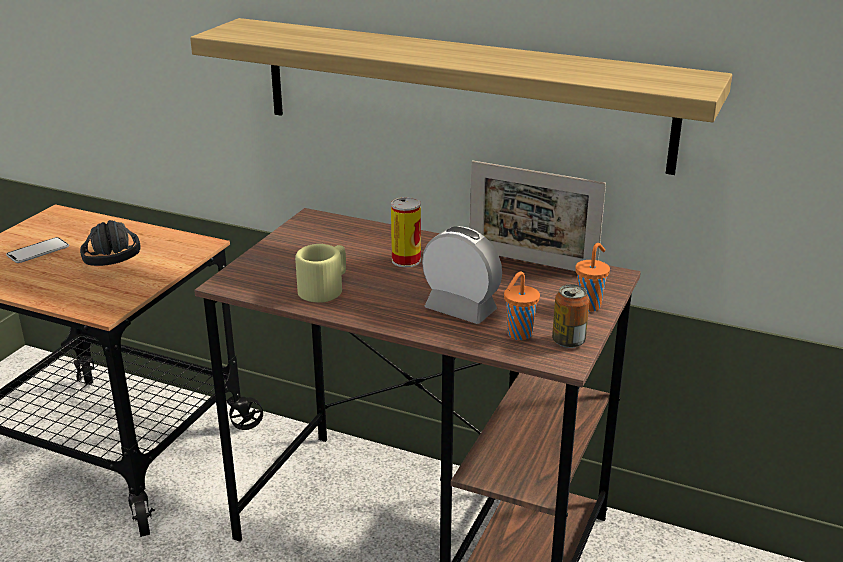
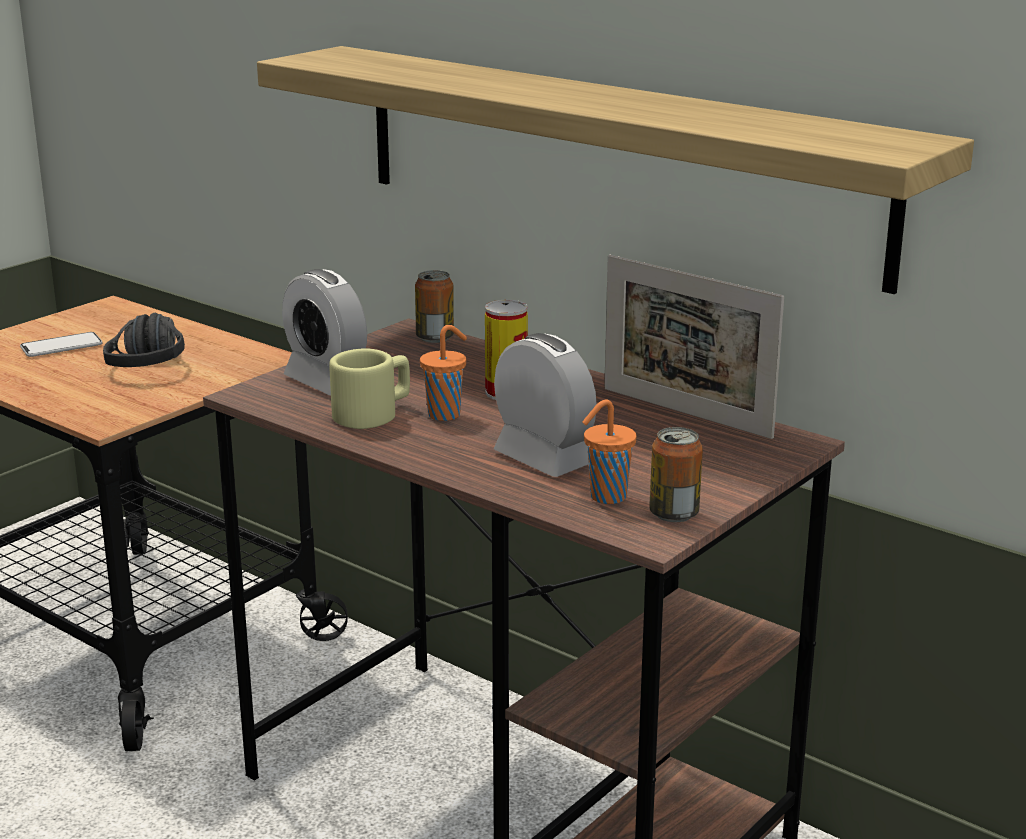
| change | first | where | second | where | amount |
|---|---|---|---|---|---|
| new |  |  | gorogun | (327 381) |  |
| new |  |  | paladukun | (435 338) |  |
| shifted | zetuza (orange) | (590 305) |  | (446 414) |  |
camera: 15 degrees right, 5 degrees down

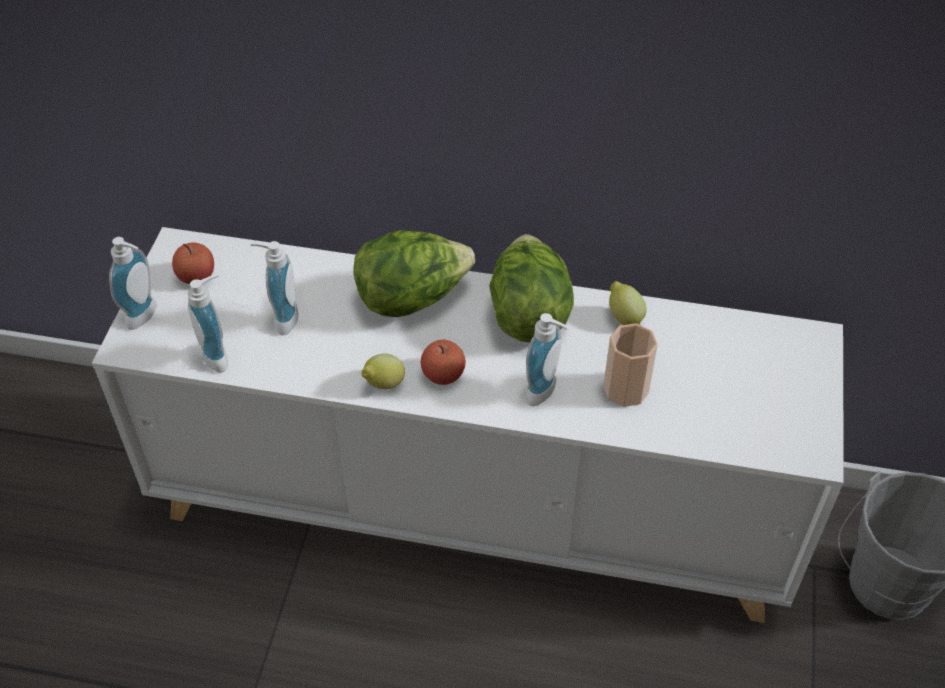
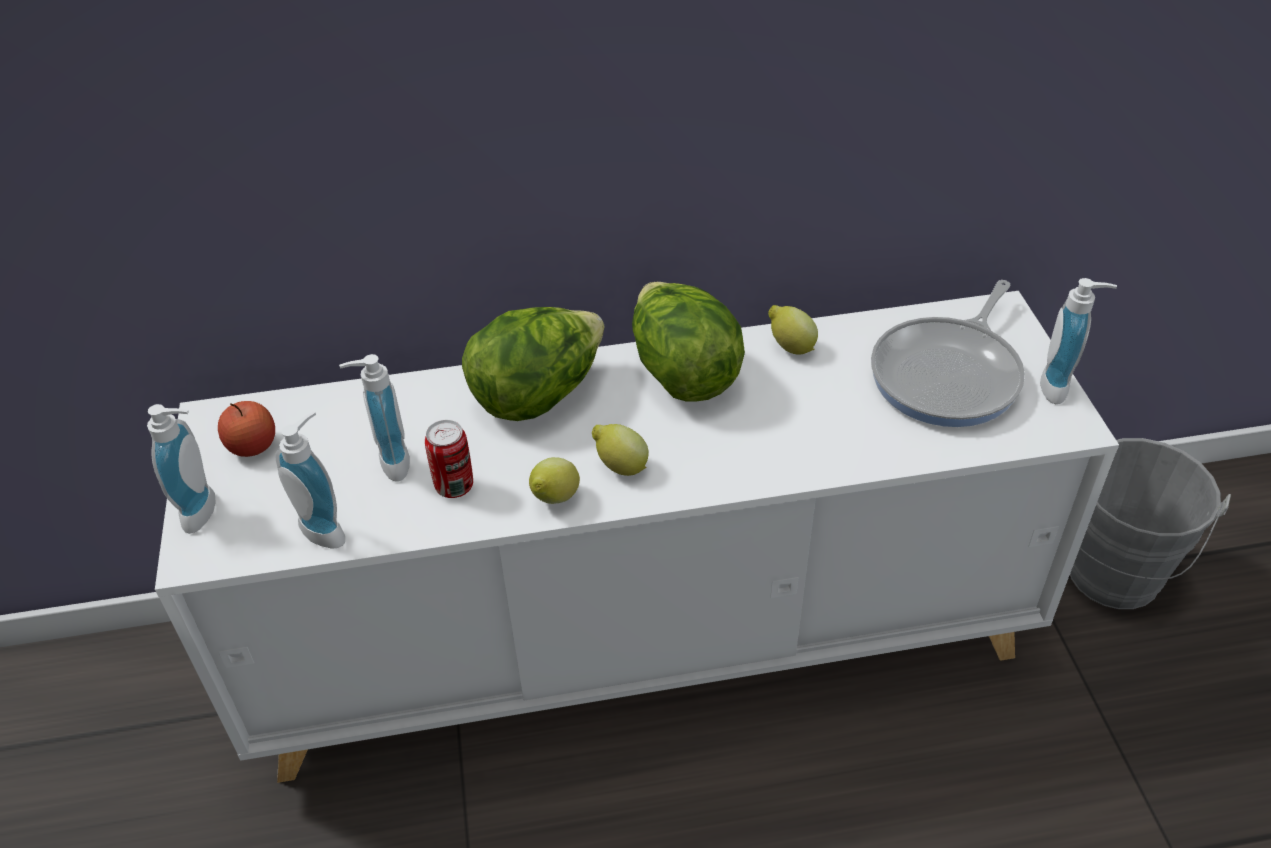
| change | first | where | second | where | amount |
|---|---|---|---|---|---|
| gone | zetuza | (626 389) |  |  |  |
| new |  |  | paladukun | (454 486) |  |
| new |  |  | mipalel | (949 375) |  |
| shifted | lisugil | (545 393) |  | (1060 387) |  |
| swapped | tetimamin | (443 374) | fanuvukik | (620 466) |  |
camera: 20 degrees left, 5 degrees down

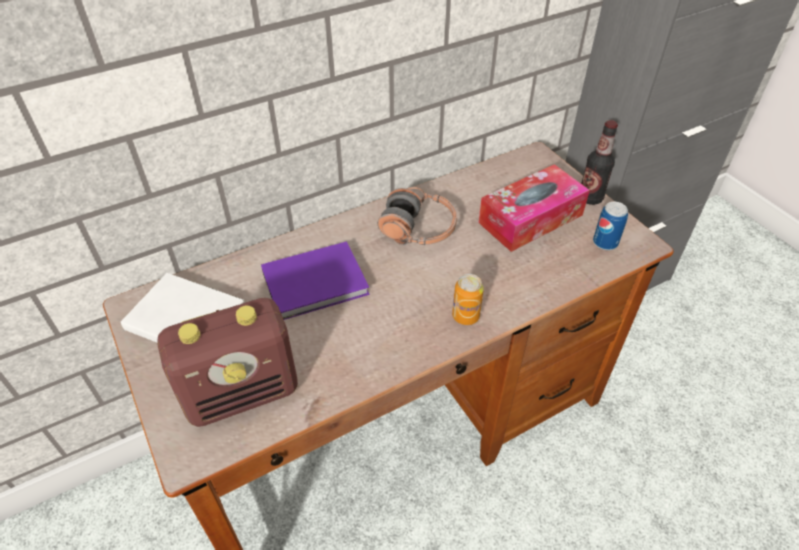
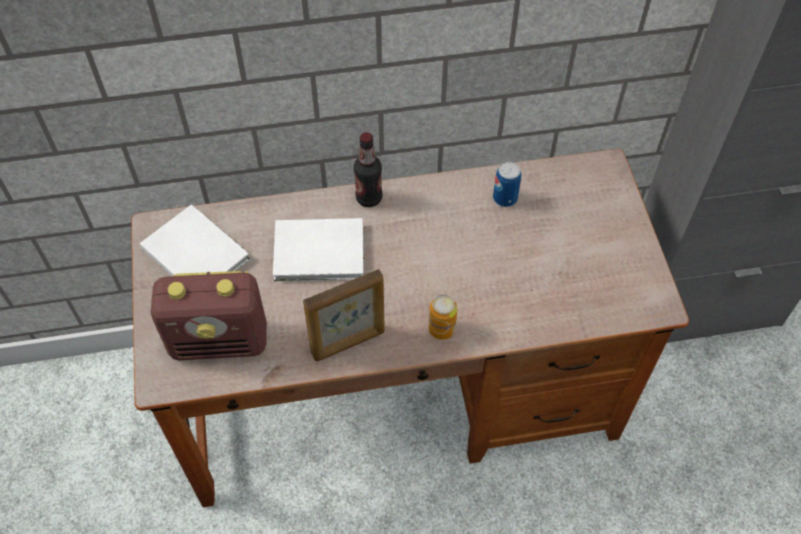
| change | first | where | second | where | amount |
|---|---|---|---|---|---|
| gone | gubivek | (418 229) |  |  |  |
| gone | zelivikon | (530 219) |  |  |  |
| new |  |  | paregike | (349 343) |  |
| shifted | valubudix | (590 198) |  | (369 198) |  |
| shifted | paladukun | (605 243) |  | (505 198) |  |
| repainted | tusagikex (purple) | (318 283) | tusagikex (white) | (321 253) |  |
camera: 20 degrees right, 10 degrees up

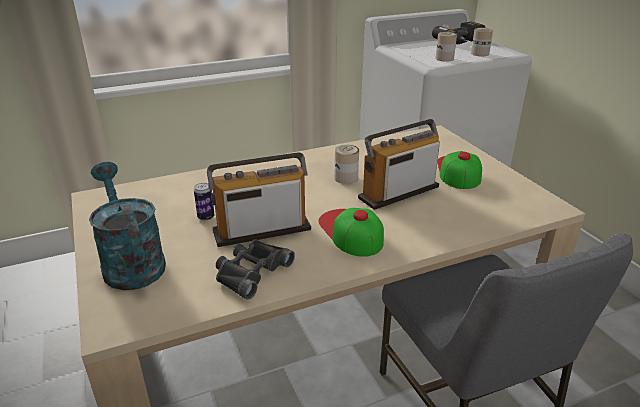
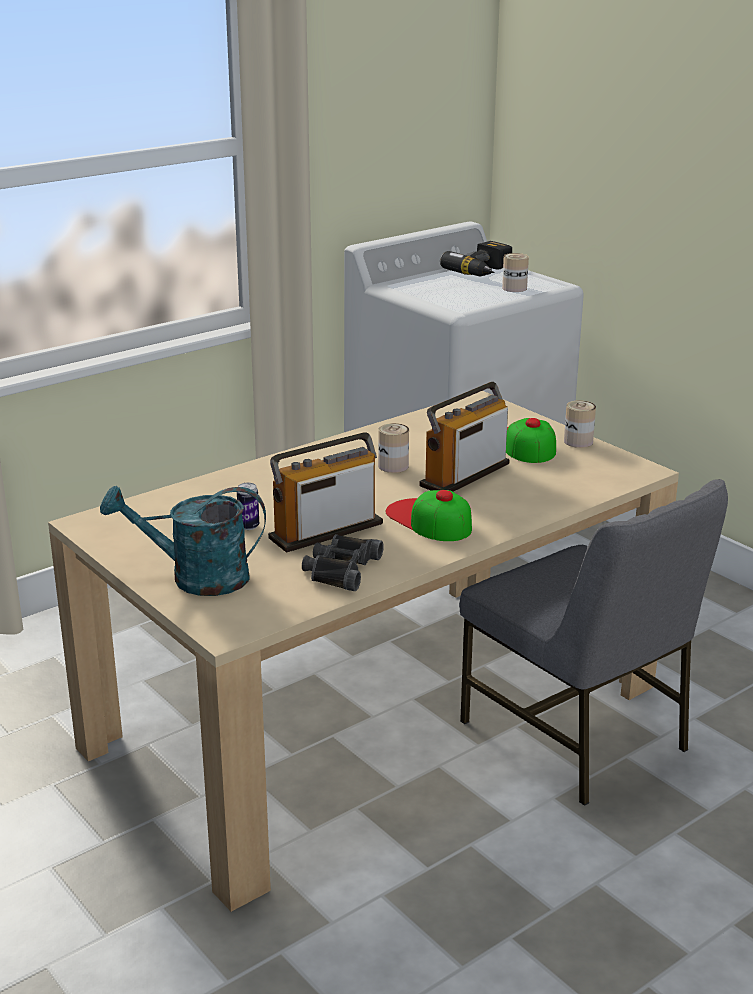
| change | first | where | second | where | amount |
|---|---|---|---|---|---|
| shifted | paladukun | (444 58) |  | (578 441) |  |
| rotated | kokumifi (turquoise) | (130 262) |  | (196 578) | 45 degrees counterclockwise |
camera: 15 degrees left, 5 degrees down

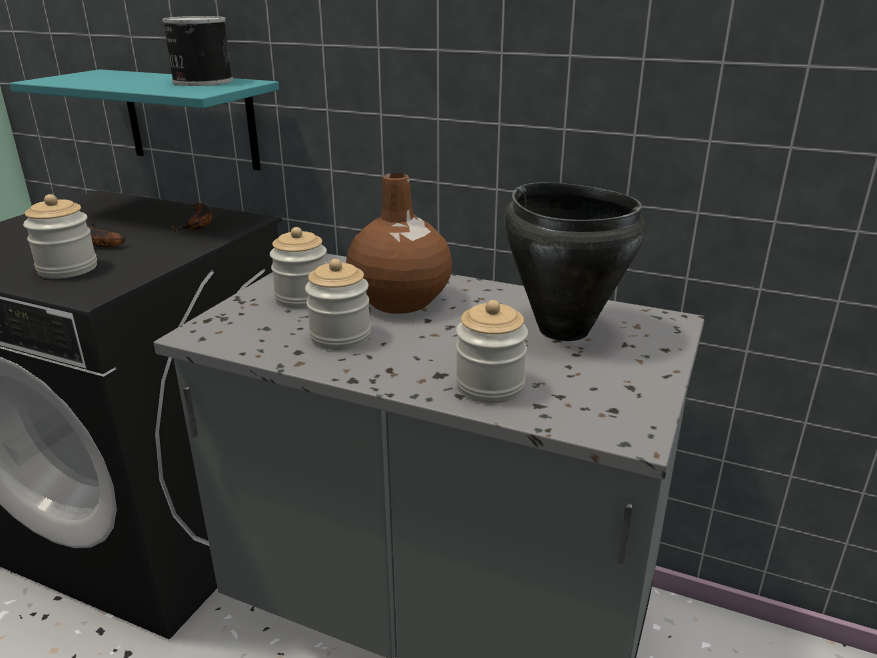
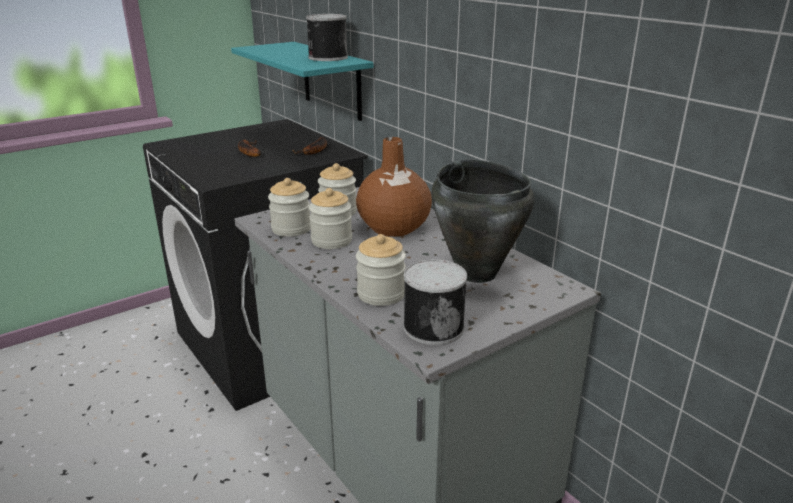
| change | first | where | second | where | amount |
|---|---|---|---|---|---|
| new |  |  | paladukun | (433 326) |  |
| shifted | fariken | (68 269) |  | (291 229) |  |
camera: 30 degrees right, 0 degrees up

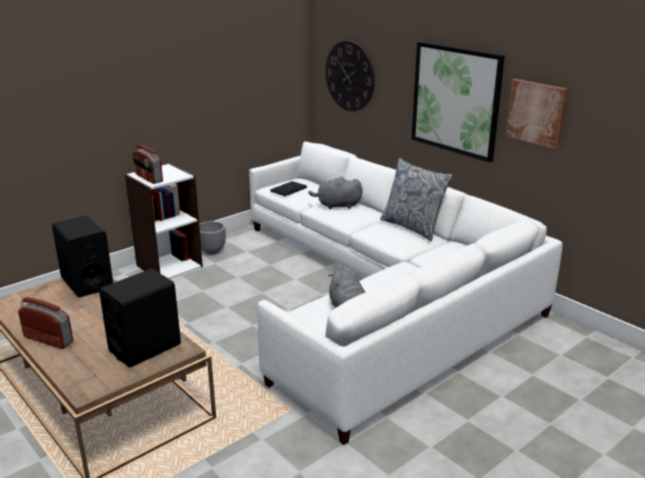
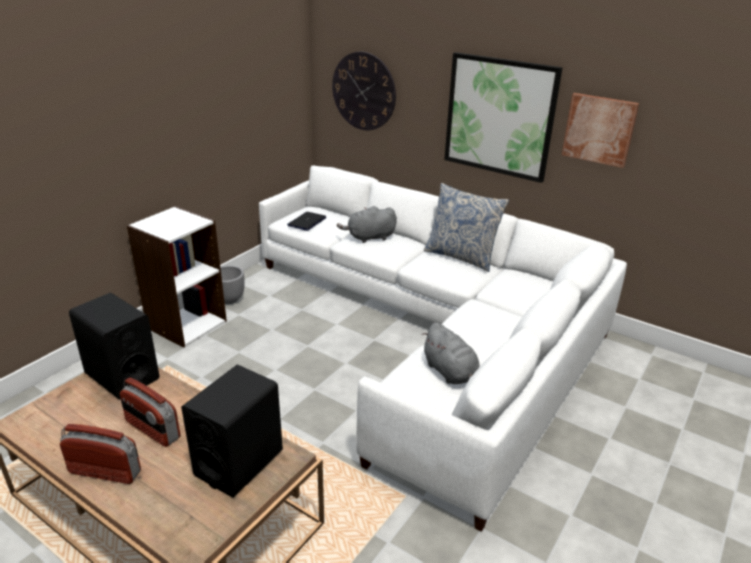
| change | first | where | second | where | amount |
|---|---|---|---|---|---|
| shifted | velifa | (148 178) |  | (152 430) |  |
camera: 15 degrees left, 5 degrees up

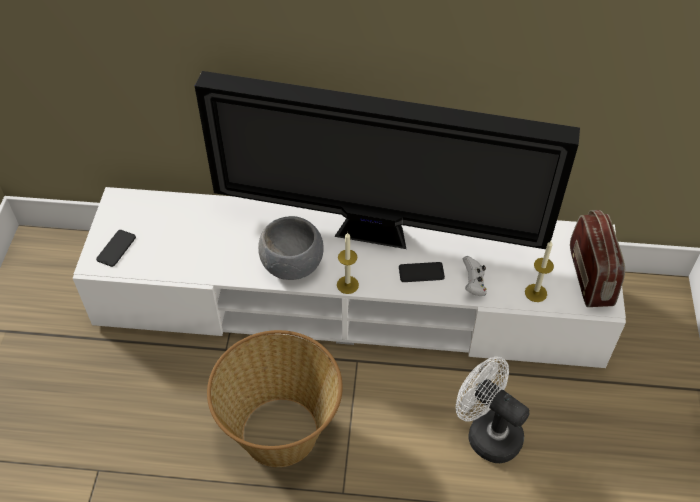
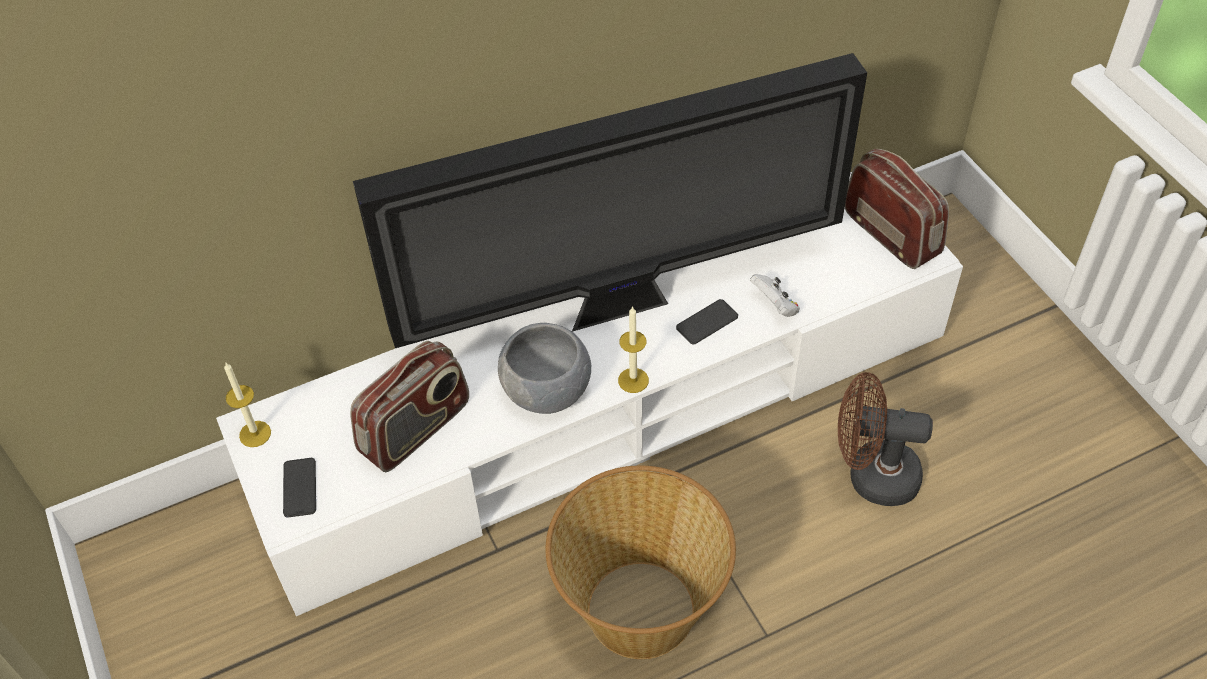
| change | first | where | second | where | amount |
|---|---|---|---|---|---|
| new |  |  | velifa | (416 429) |  |
| shifted | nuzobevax | (535 293) |  | (255 434) |  |
| repainted | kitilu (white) | (487 432) | kitilu (brown) | (871 476) |  |
camera: 30 degrees left, 0 degrees up

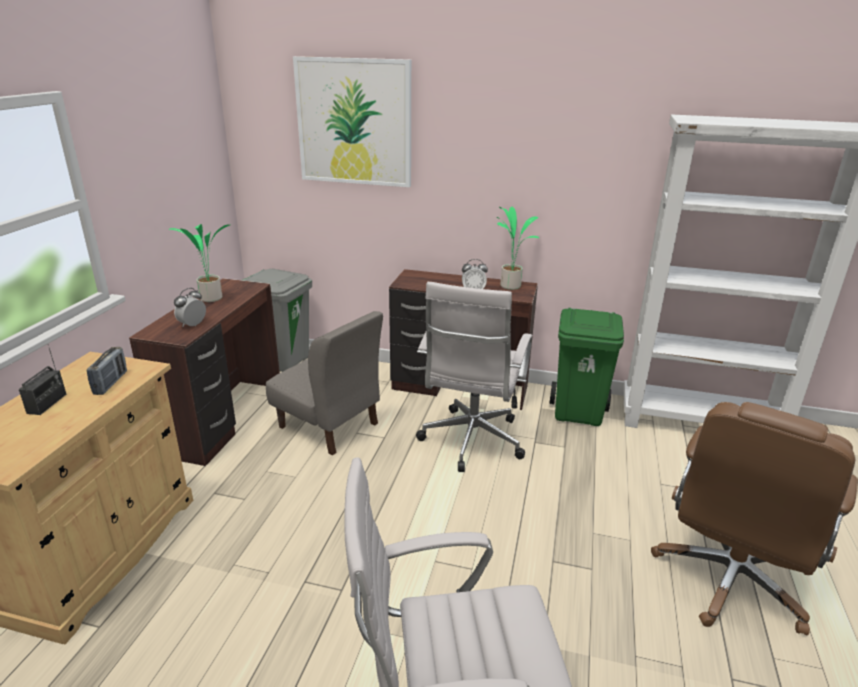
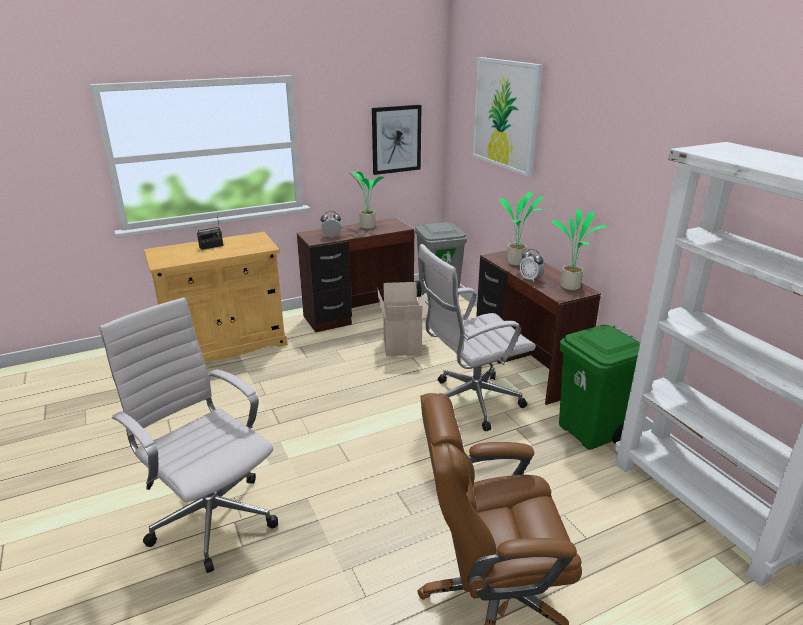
| change | first | where | second | where | amount |
|---|---|---|---|---|---|
| gone | velifa | (111 383) |  |  |  |
| new |  |  | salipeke | (396 139) |  |
| new |  |  | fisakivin | (517 262) |  |
| swapped | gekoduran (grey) | (329 425) | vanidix | (403 345) |  |
camera: 50 degrees right, 0 degrees up

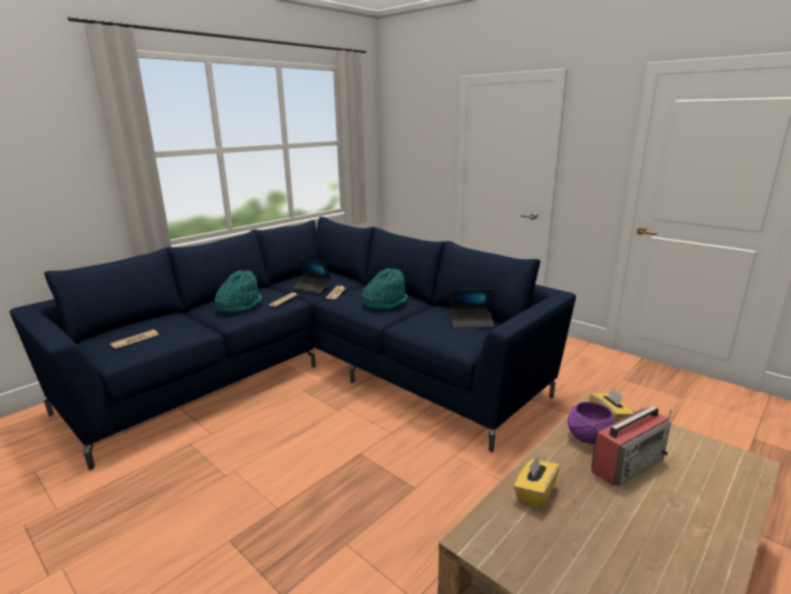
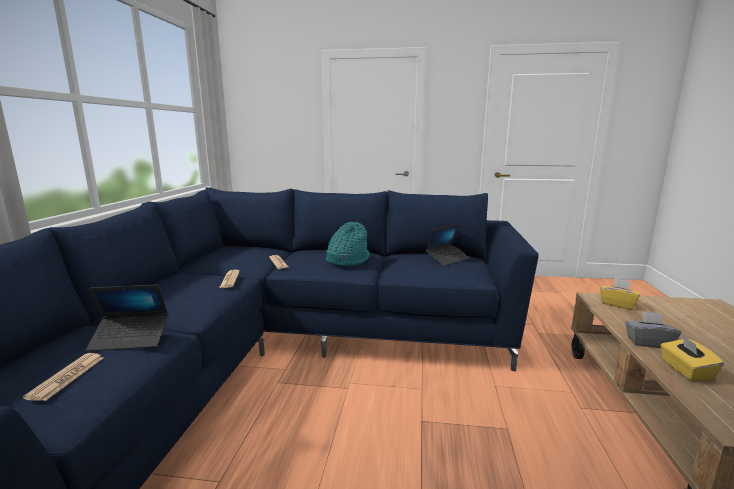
| change | first | where | second | where | amount |
|---|---|---|---|---|---|
| gone | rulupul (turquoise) | (239 305) |  |  |  |
| gone | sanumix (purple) | (588 437) |  |  |  |
| gone | velifa | (628 464) |  |  |  |
| new |  |  | zelivikon (grey) | (648 342) |  |
| shifted | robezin | (312 288) |  | (130 338) |  |
camera: 35 degrees left, 5 degrees down

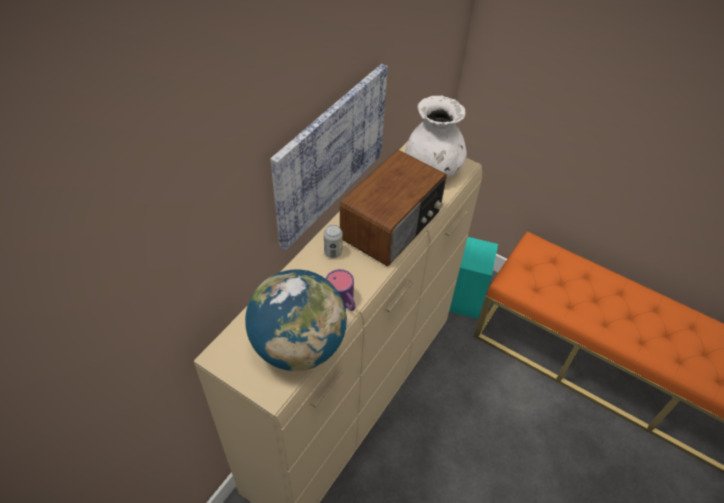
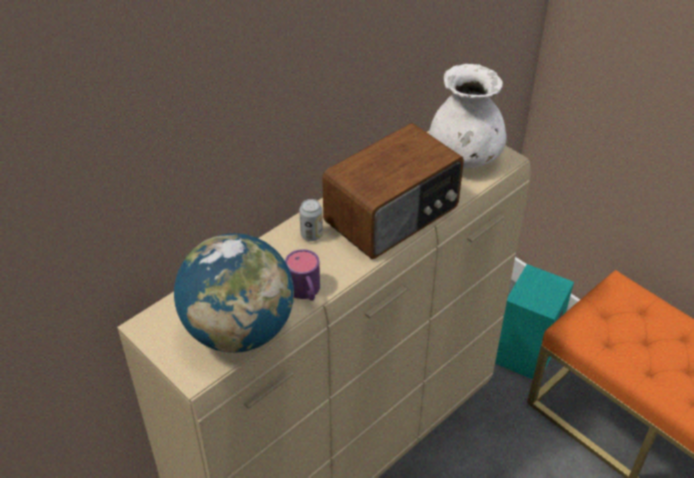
| change | first | where | second | where | amount |
|---|---|---|---|---|---|
| gone | salipeke | (330 154) |  |  |  |
camera: 15 degrees right, 5 degrees down

